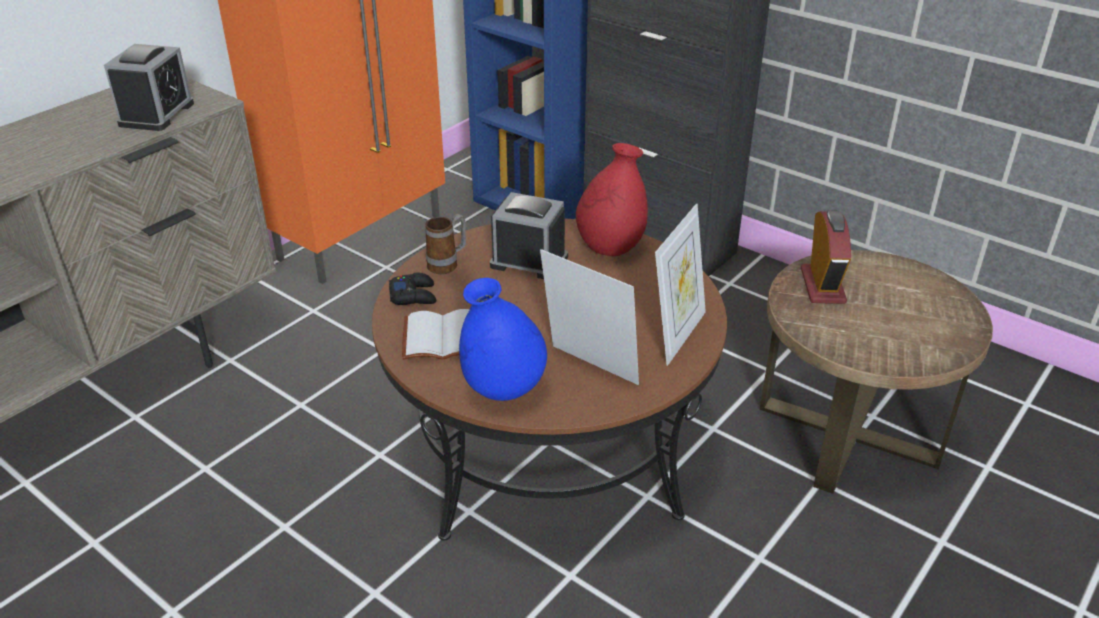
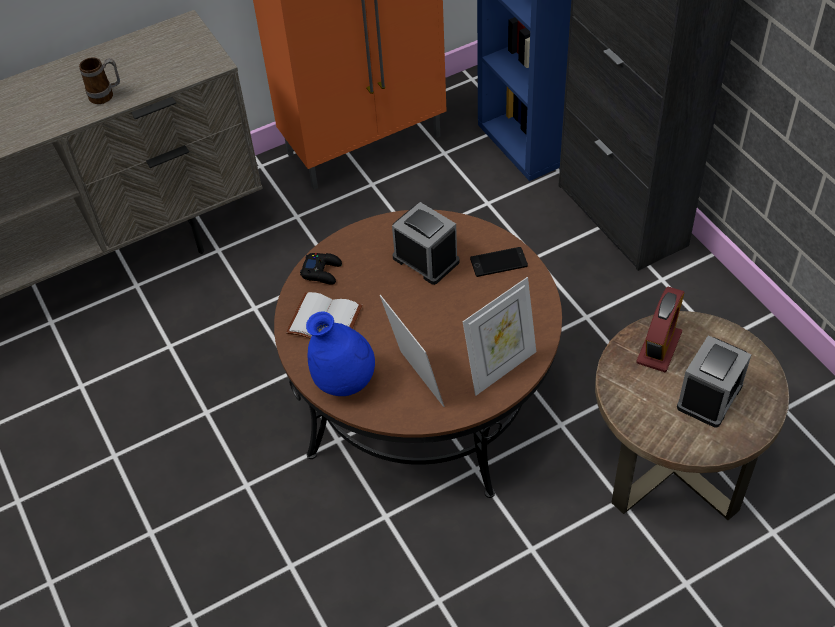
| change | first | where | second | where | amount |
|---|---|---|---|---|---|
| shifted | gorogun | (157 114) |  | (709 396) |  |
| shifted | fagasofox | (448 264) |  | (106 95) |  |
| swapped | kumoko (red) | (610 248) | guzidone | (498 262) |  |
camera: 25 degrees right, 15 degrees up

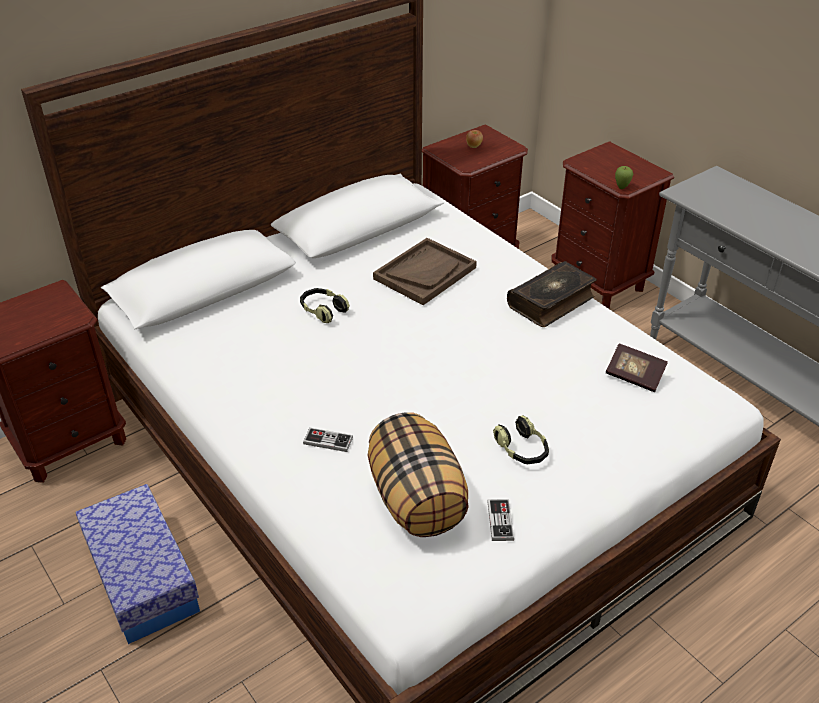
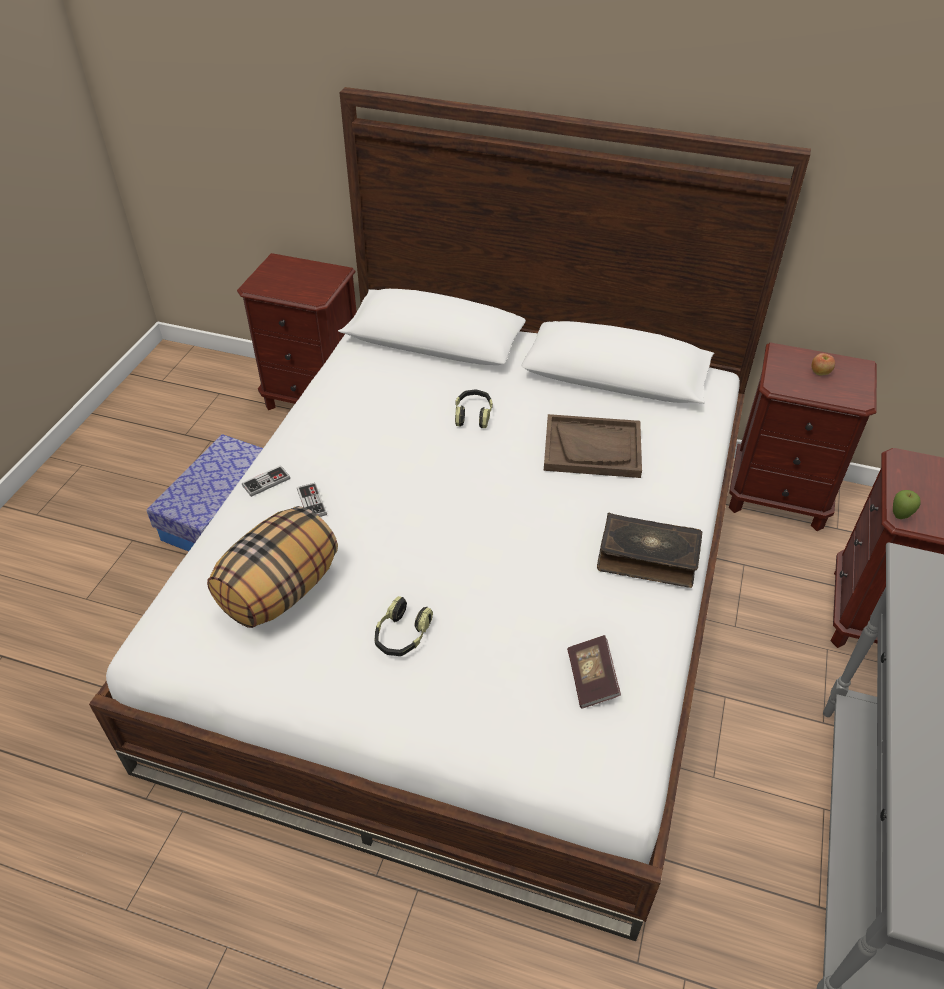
| change | first | where | second | where | amount |
|---|---|---|---|---|---|
| shifted | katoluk | (500 521) |  | (266 482) |  |
camera: 55 degrees right, 5 degrees up

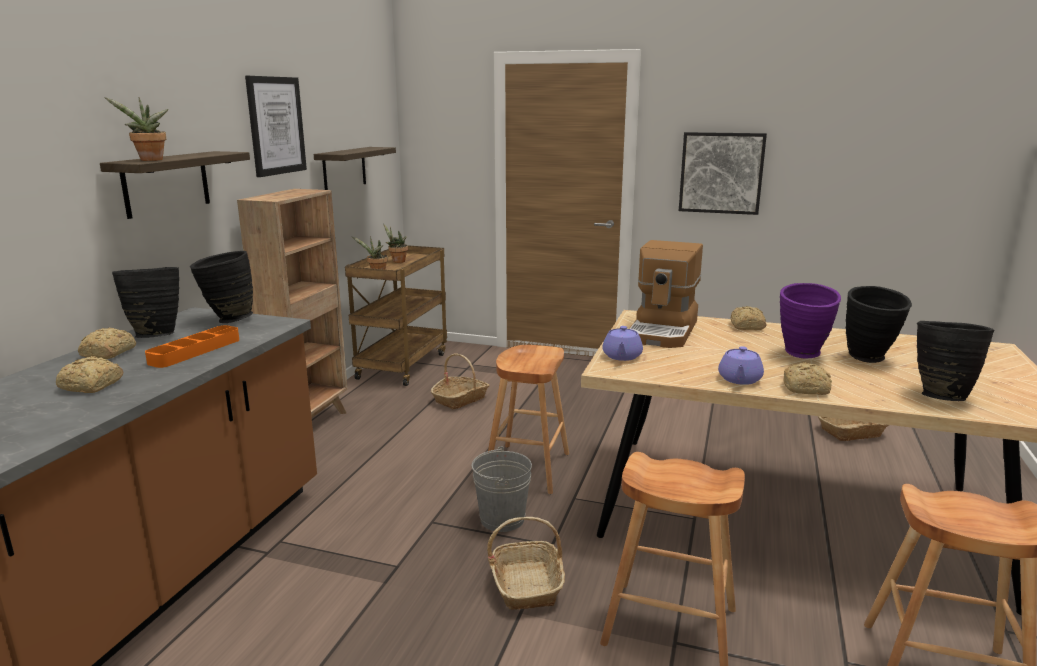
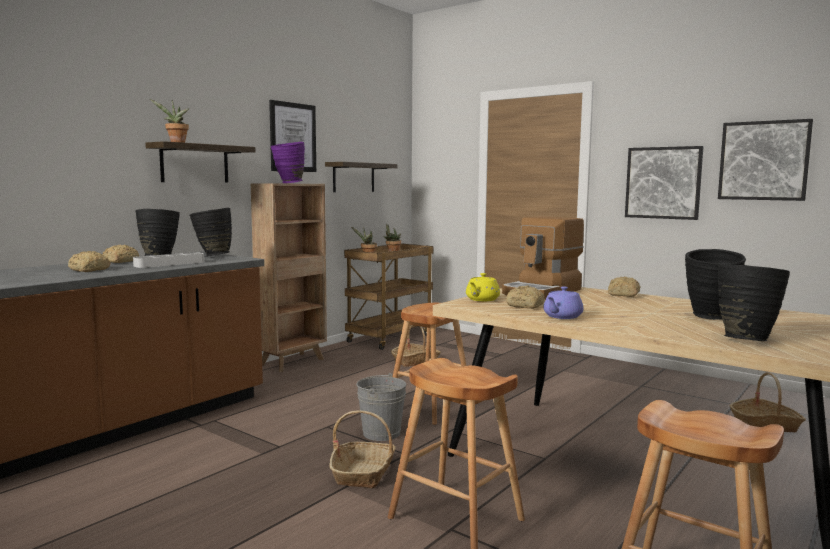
| change | first | where | second | where | amount |
|---|---|---|---|---|---|
| new |  |  | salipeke | (763 160) |  |
| shifted | kumoko (purple) | (802 355) |  | (288 183) |  |
| shifted | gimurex | (807 389) |  | (526 306) |  |
| repainted | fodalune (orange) | (195 351) | fodalune (grey) | (169 264) |  |
| repainted | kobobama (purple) | (622 356) | kobobama (yellow) | (482 299) |  |
camera: 20 degrees right, 10 degrees down

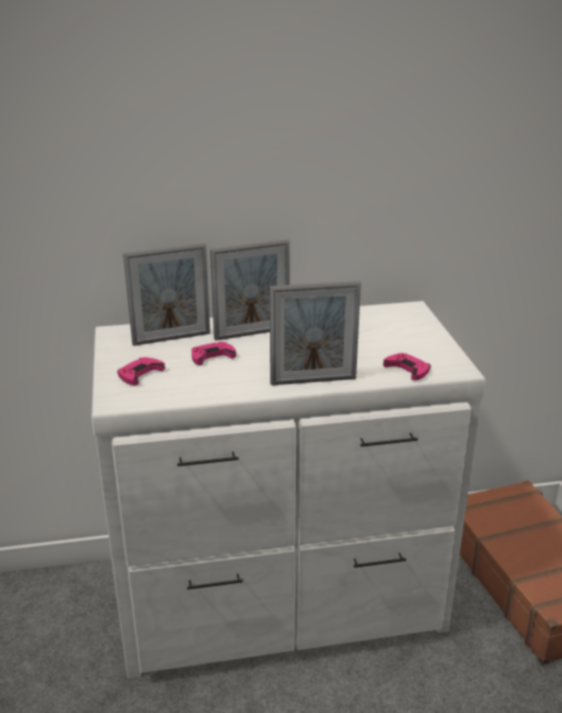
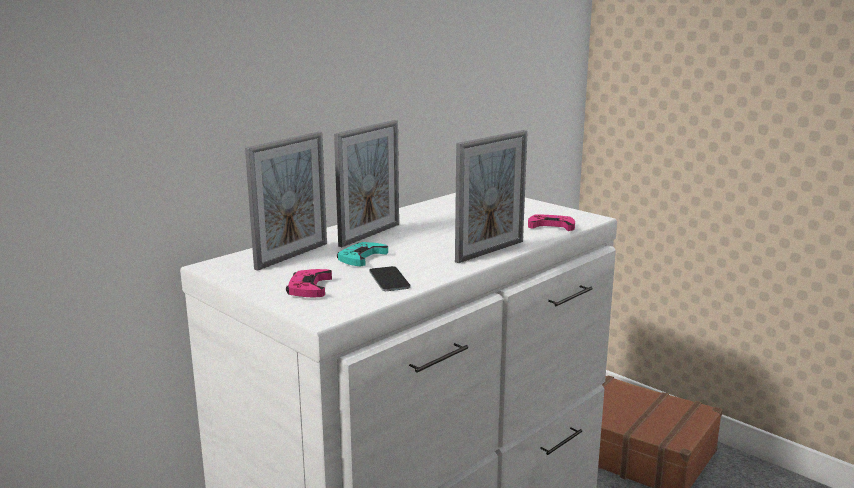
| change | first | where | second | where | amount |
|---|---|---|---|---|---|
| new |  |  | guzidone | (389 279) |  |
| repainted | katoluk (pink) | (212 356) | katoluk (turquoise) | (361 258) |  |
camera: 35 degrees left, 10 degrees down

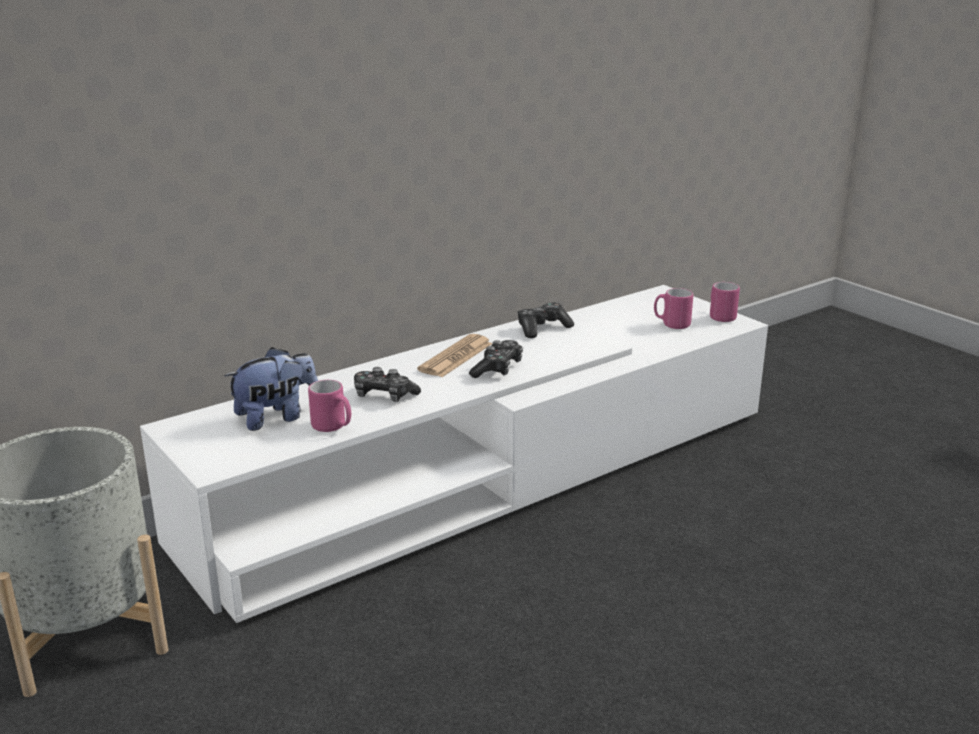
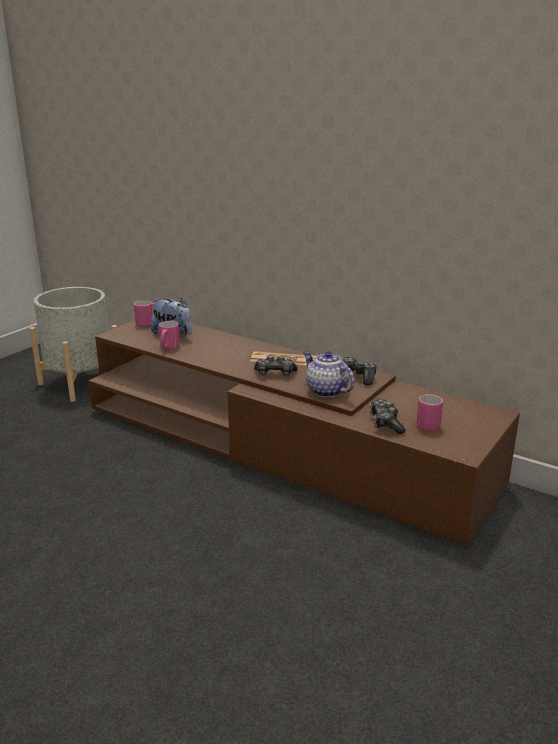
| change | first | where | second | where | amount |
|---|---|---|---|---|---|
| new |  |  | kobobama | (326 390) |  |
| shifted | katoluk | (384 396) |  | (386 423) |  |
| shifted | fagasofox (pink) | (720 316) |  | (147 323) |  |
| repainted | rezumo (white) | (489 473) | rezumo (brown) | (279 445) |  |
camera: 70 degrees right, 0 degrees up

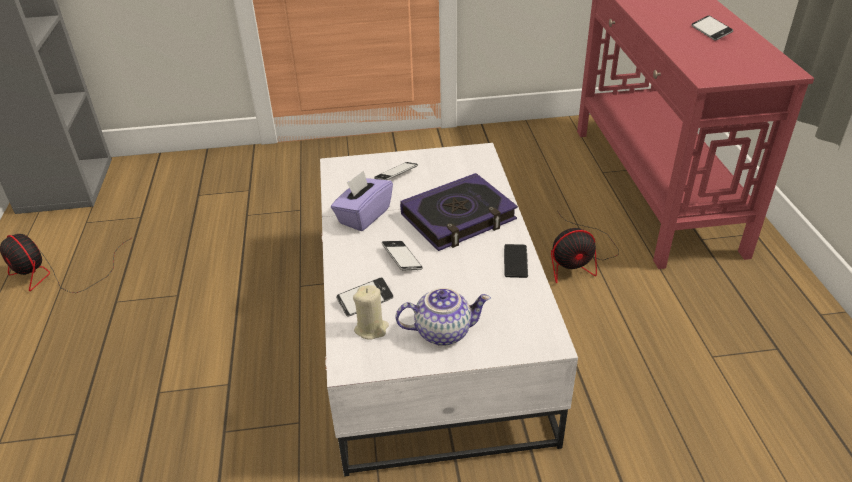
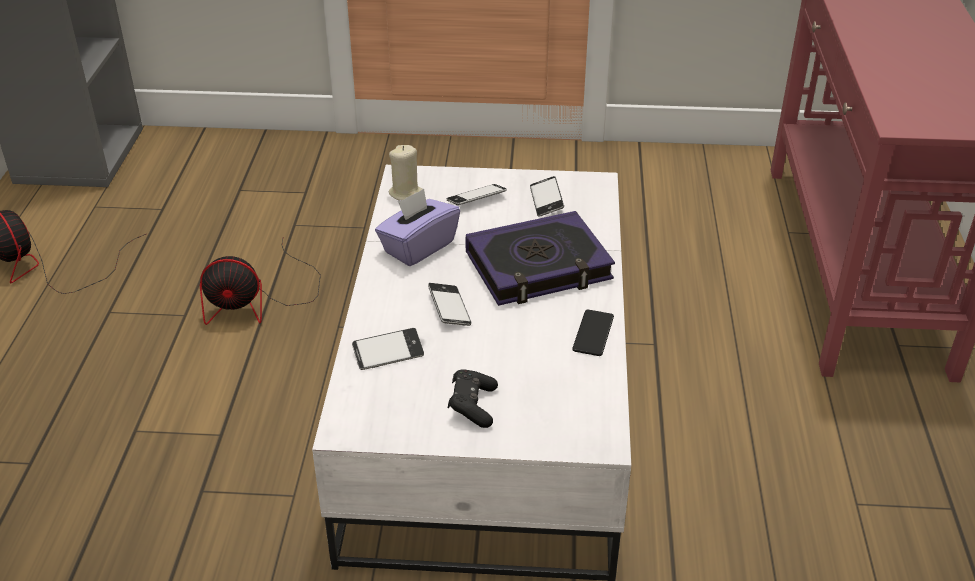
| change | first | where | second | where | amount |
|---|---|---|---|---|---|
| shifted | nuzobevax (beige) | (371 329) |  | (406 193) |  |
| shifted | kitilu | (578 259) |  | (259 300) |  |
| shifted | guzidone | (711 31) |  | (546 200) |  |
| swapped | kobobama | (443 331) | katoluk (black) | (472 406) |  |
camera: 10 degrees right, 0 degrees up

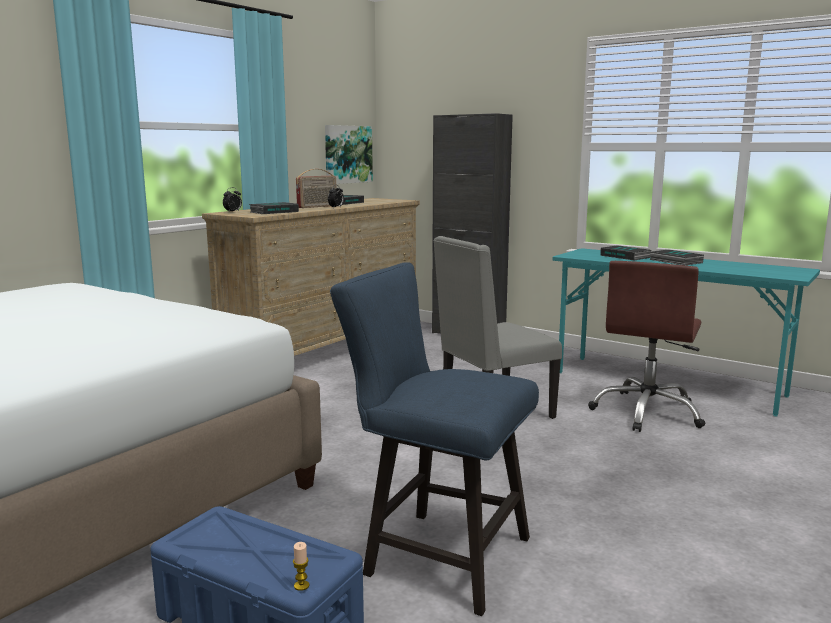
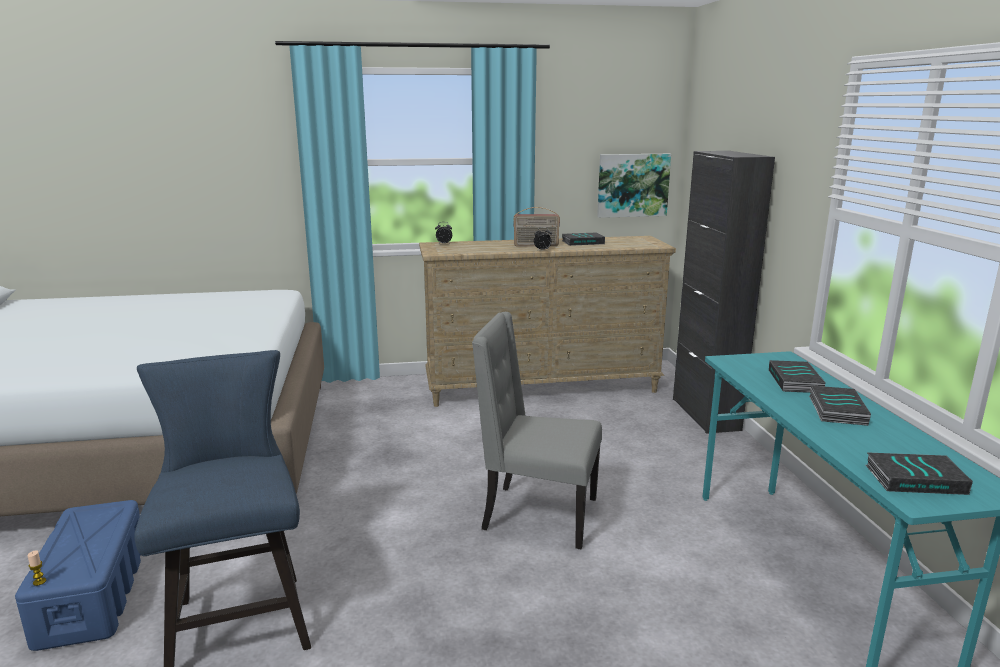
| change | first | where | second | where | amount |
|---|---|---|---|---|---|
| gone | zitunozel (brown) | (647 412) |  |  |  |
| shifted | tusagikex | (274 212) |  | (915 479) |  |
camera: 45 degrees right, 5 degrees up

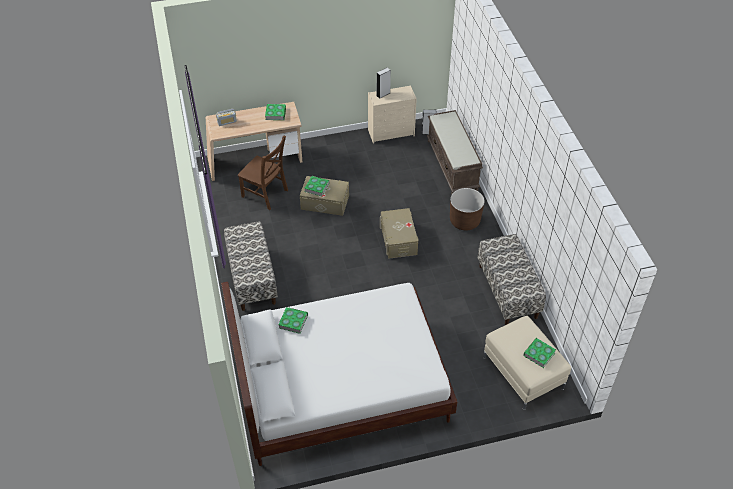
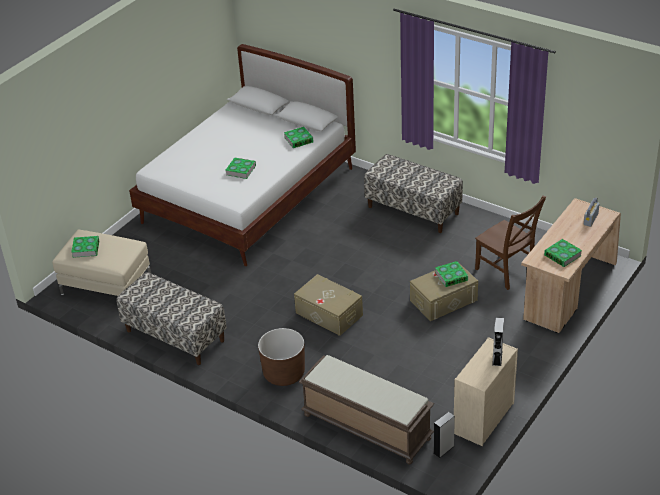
| change | first | where | second | where | amount |
|---|---|---|---|---|---|
| new |  |  | tusagikex | (241 170) |  |
| rotated | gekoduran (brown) | (266 194) |  | (507 271) | 120 degrees counterclockwise |
camera: 140 degrees right, 10 degrees down

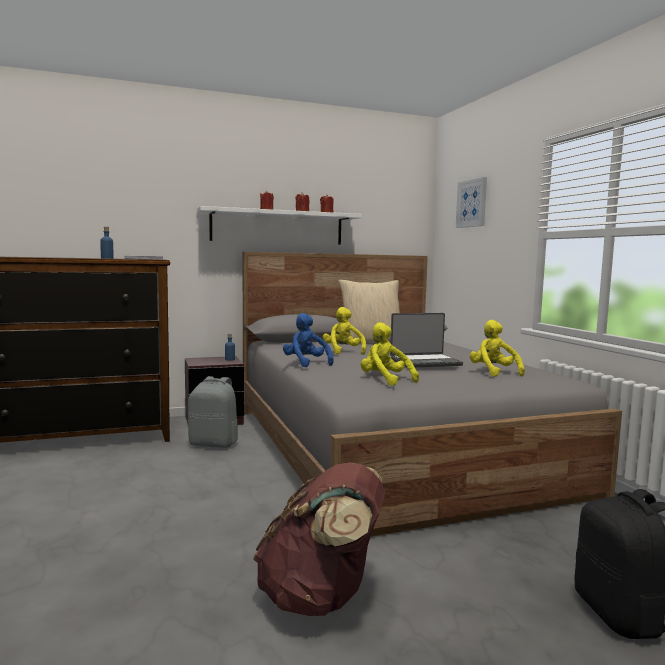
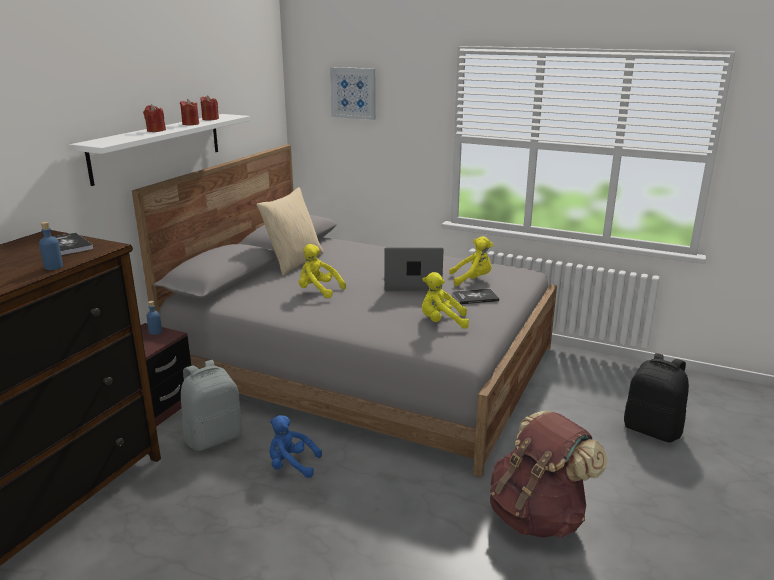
| change | first | where | second | where | amount |
|---|---|---|---|---|---|
| new |  |  | tusagikex | (475 297) |  |
| shifted | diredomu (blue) | (306 363) |  | (291 465) |  |
| rotated | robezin | (425 362) |  | (412 284) | 120 degrees counterclockwise |
| rotated | diredomu (yellow) | (493 372) |  | (472 280) | 150 degrees clockwise |
camera: 45 degrees left, 15 degrees up

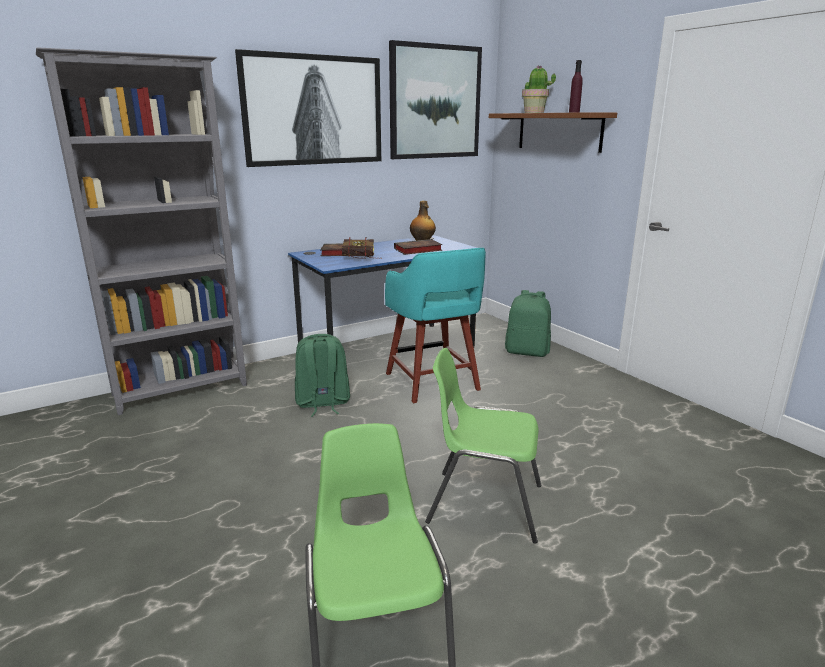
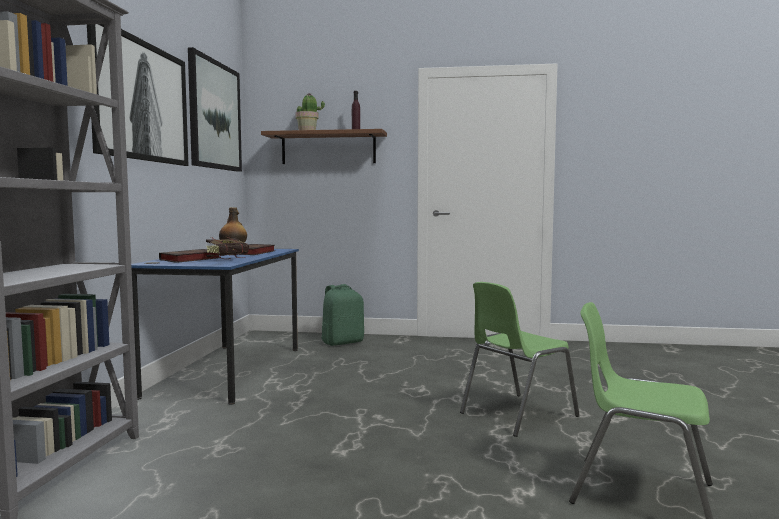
| change | first | where | second | where | amount |
|---|---|---|---|---|---|
| gone | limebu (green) | (322 403) |  |  |  |
| gone | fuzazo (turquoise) | (432 383) |  |  |  |
camera: 50 degrees left, 15 degrees down

